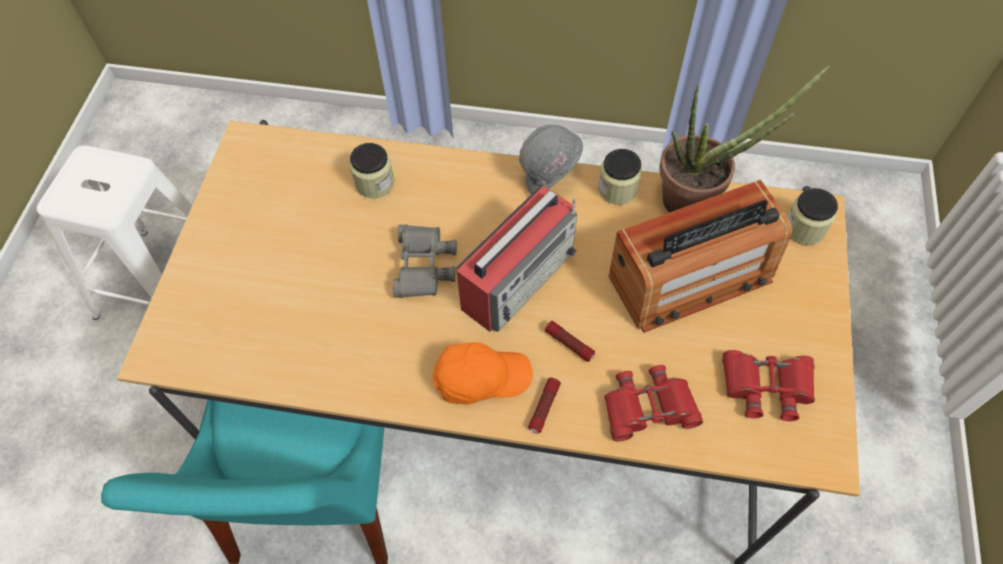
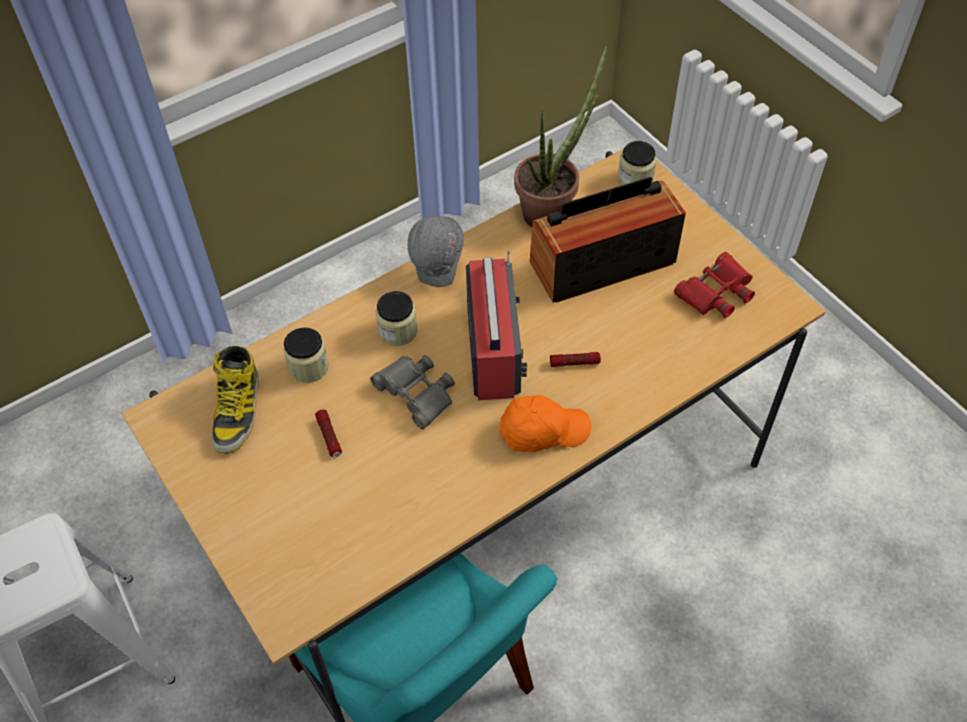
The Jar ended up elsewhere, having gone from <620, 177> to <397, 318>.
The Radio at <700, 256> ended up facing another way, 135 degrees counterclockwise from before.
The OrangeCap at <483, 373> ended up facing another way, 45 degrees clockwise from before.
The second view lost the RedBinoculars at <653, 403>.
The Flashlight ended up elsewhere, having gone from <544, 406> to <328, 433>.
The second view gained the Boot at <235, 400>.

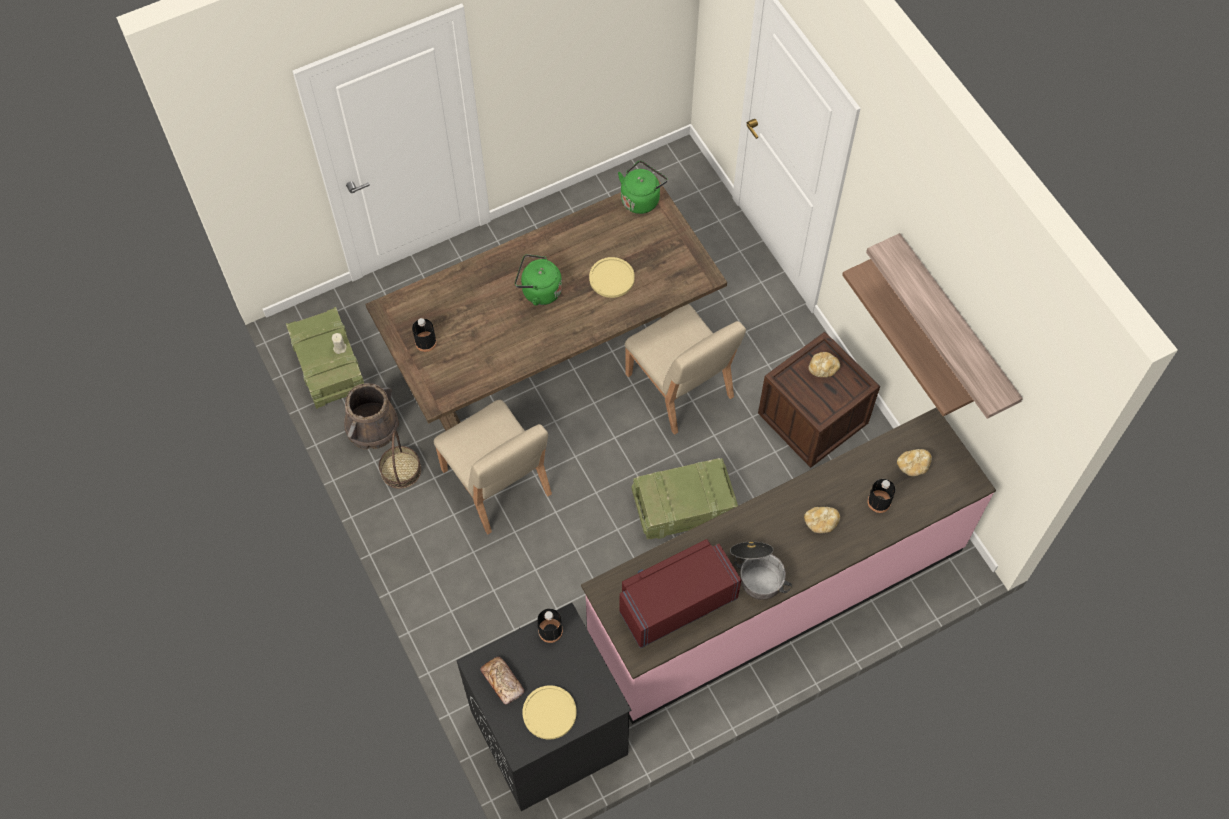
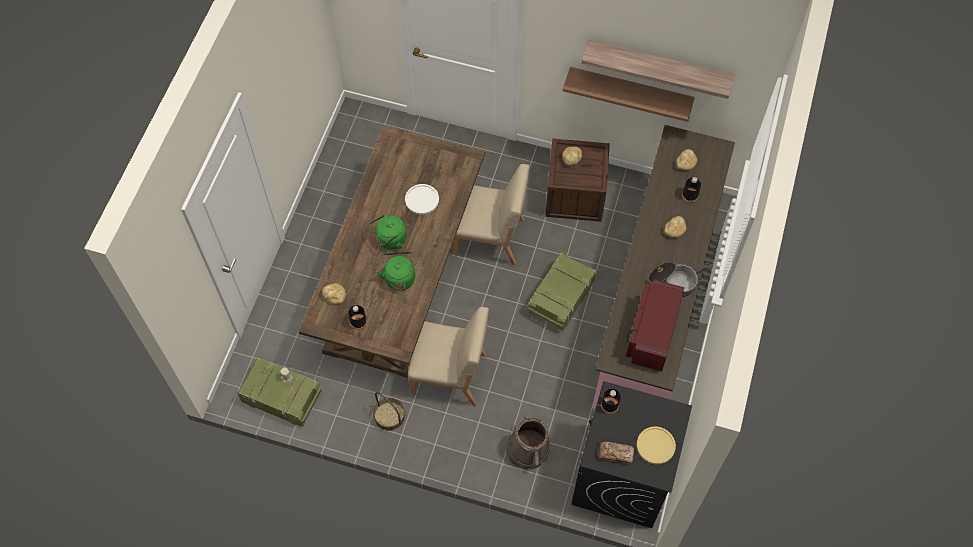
The GreenKettle ended up elsewhere, having gone from <643, 187> to <395, 271>.
What was the YellowPlate at <612, 277> turned into the WhitePlate at <422, 199>.
The BrownBucket ended up elsewhere, having gone from <371, 416> to <528, 442>.
The second view gained the Bread at <334, 293>.

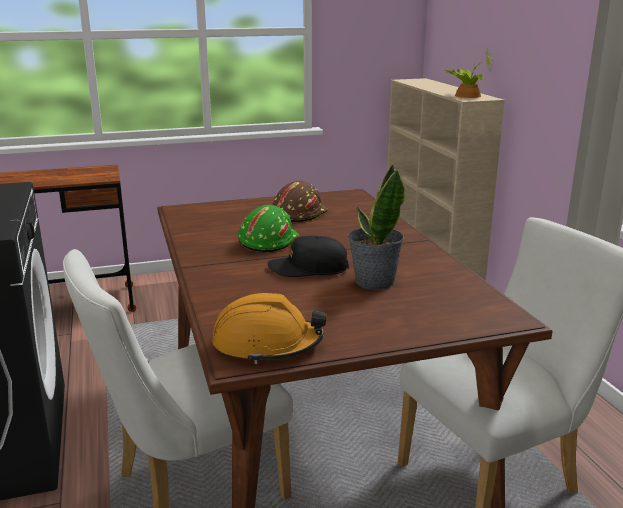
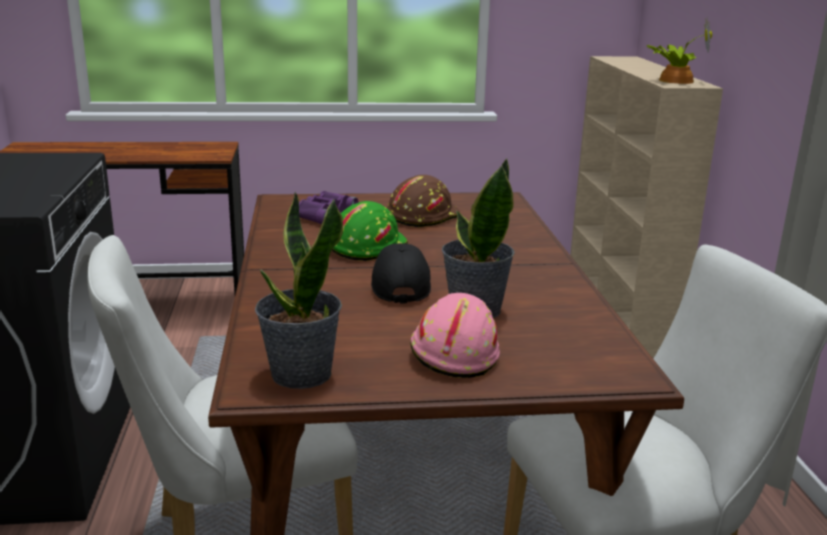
The BlackCap at <308, 256> ended up facing another way, 75 degrees clockwise from before.
Where the OrangeHardHat stood at <269, 328>, the PottedPlant came to stand at <299, 290>.
The second view gained the PurpleBinoculars at <329, 207>.
The second view gained the PinkHardHat at <455, 335>.

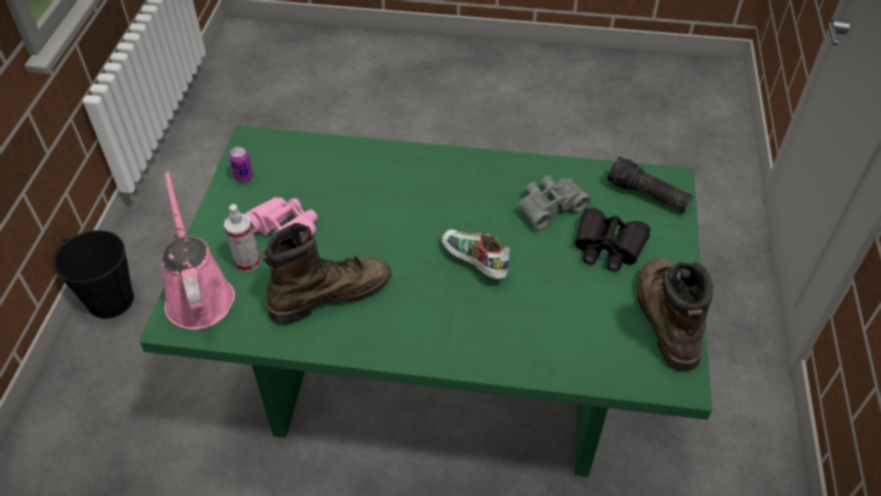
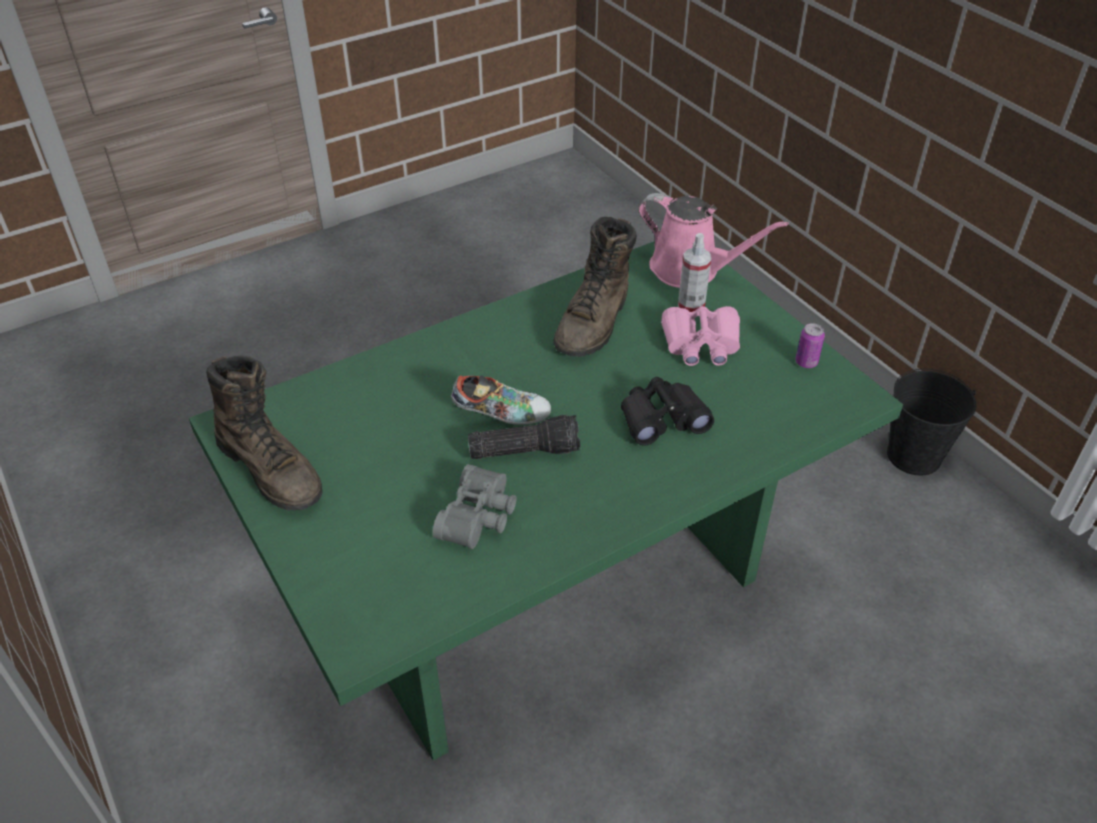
The Flashlight ended up elsewhere, having gone from <650, 184> to <524, 437>.
The BlackBinoculars ended up elsewhere, having gone from <612, 240> to <667, 411>.

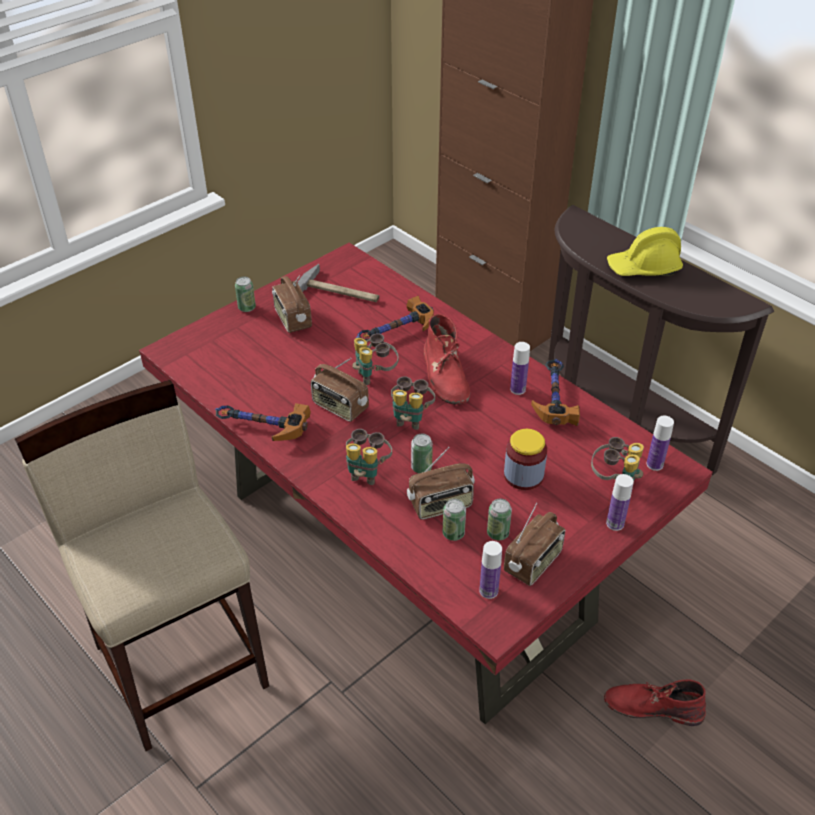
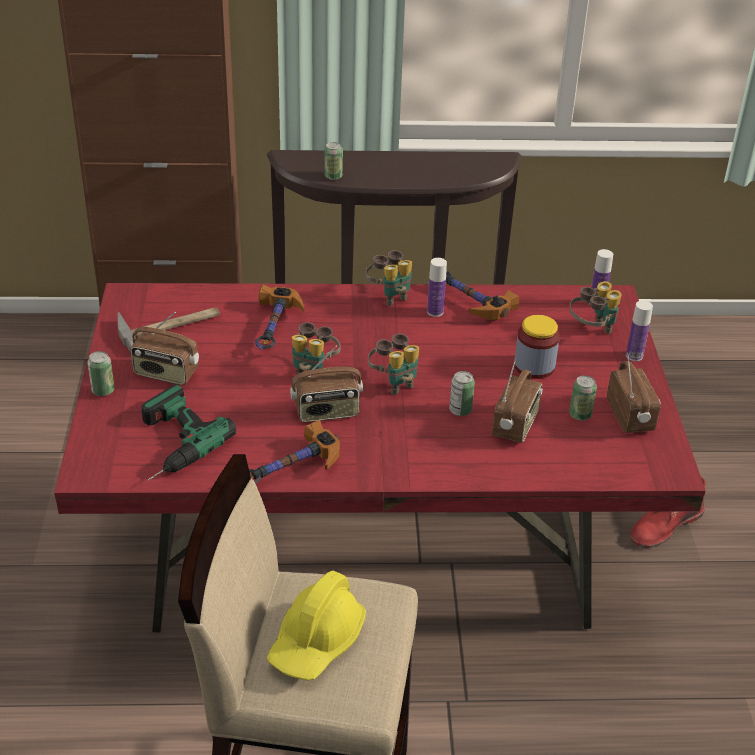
The YellowHardHat ended up elsewhere, having gone from <645, 251> to <316, 626>.
The second view lost the RedBoot at <447, 359>.
The Binoculars ended up elsewhere, having gone from <369, 457> to <389, 278>.
The Can ended up elsewhere, having gone from <454, 520> to <333, 161>.
The second view lost the Bottle at <490, 570>.
The second view gained the PowerDrill at <188, 432>.

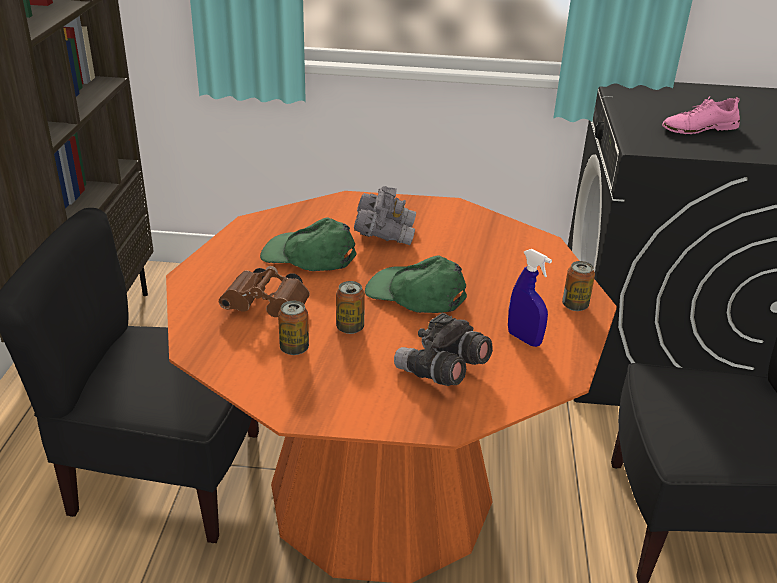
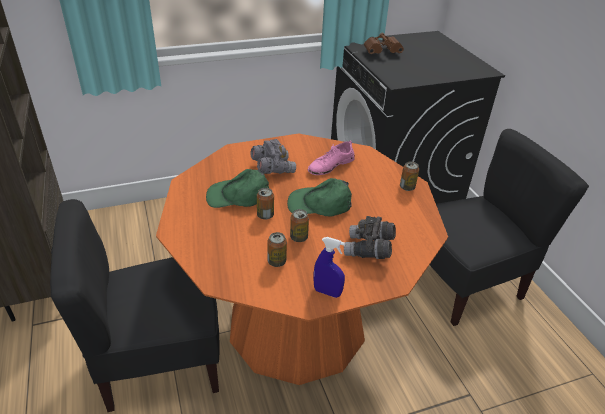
The PinkShoe ended up elsewhere, having gone from <701, 115> to <331, 157>.
The BlueSprayBottle ended up elsewhere, having gone from <530, 298> to <329, 267>.
The BrownBinoculars ended up elsewhere, having gone from <264, 291> to <384, 43>.
The second view gained the Can at <265, 204>.

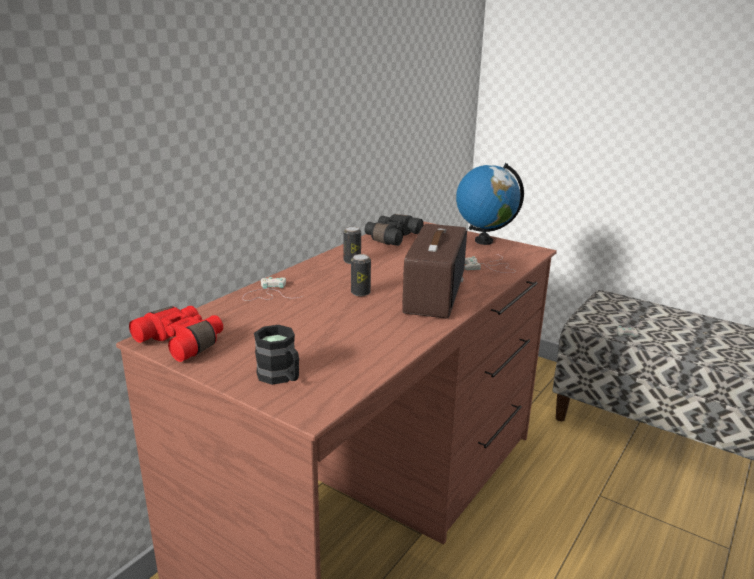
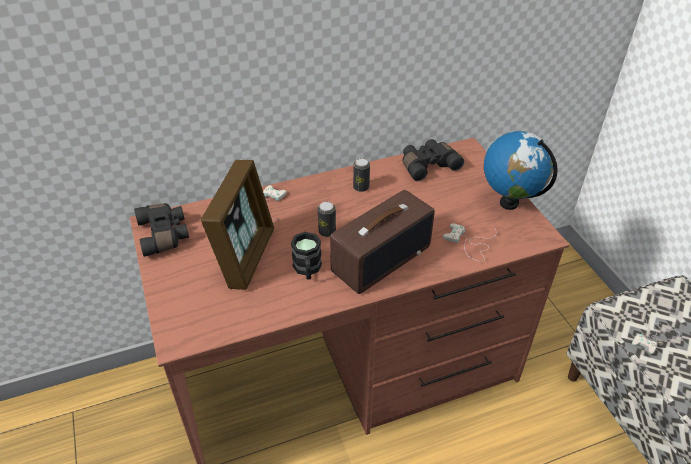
What was the RedBinoculars at <176, 334> turned into the BlackBinoculars at <161, 230>.
The BlackMug ended up elsewhere, having gone from <276, 355> to <306, 256>.
The second view gained the PictureFrame at <237, 225>.

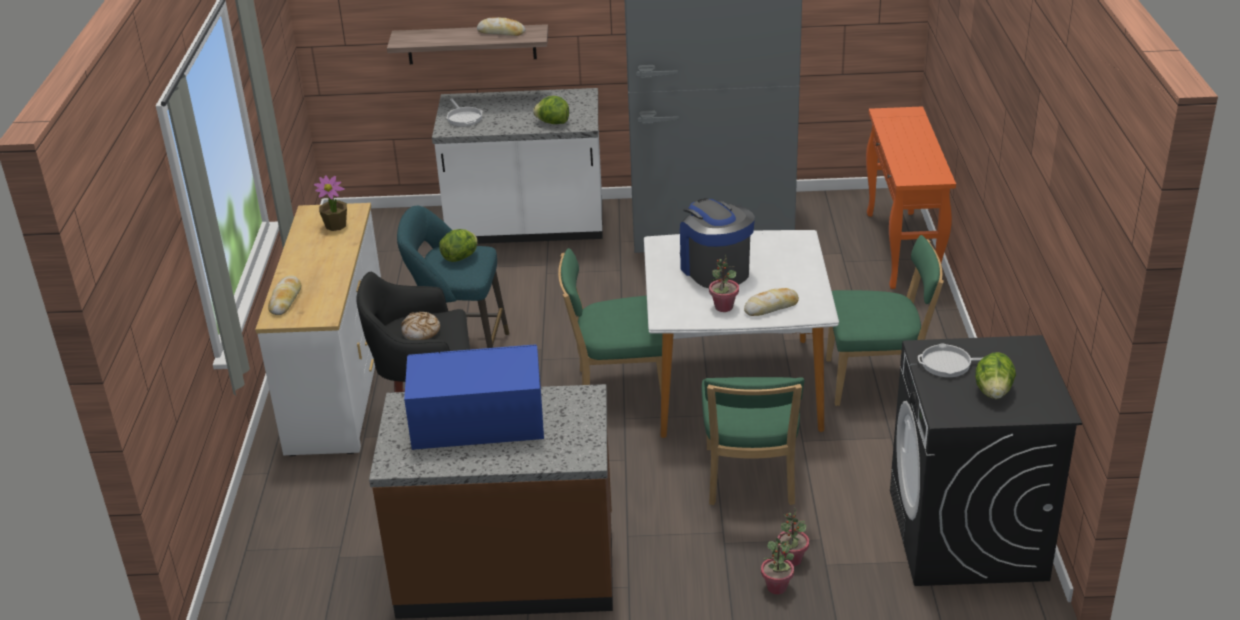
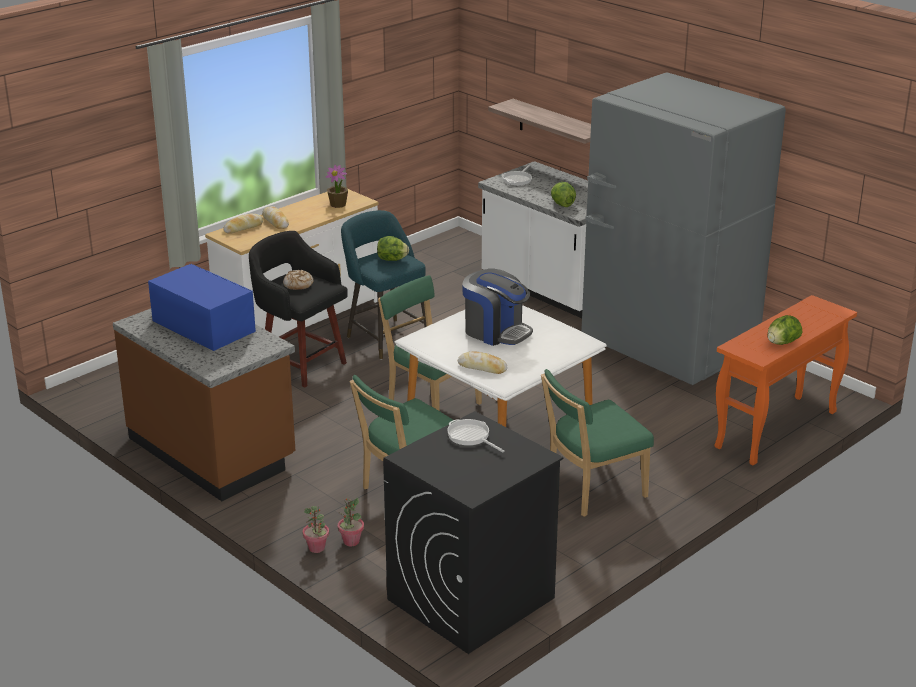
The Bread ended up elsewhere, having gone from <501, 26> to <275, 217>.
The CoffeeMachine at <717, 243> ended up facing another way, 105 degrees clockwise from before.
The GreenChair at <885, 320> ended up facing another way, 105 degrees clockwise from before.
The second view lost the PottedPlant at <724, 283>.
The Lettuce ended up elsewhere, having gone from <995, 375> to <784, 330>.

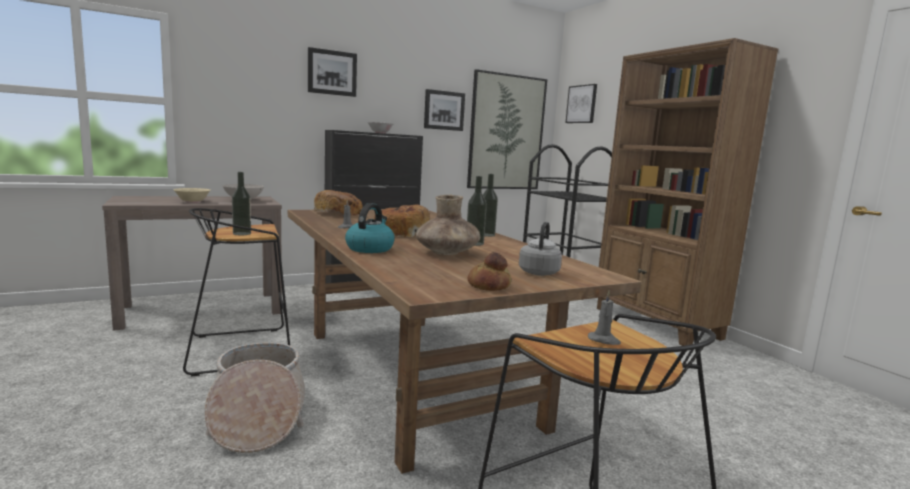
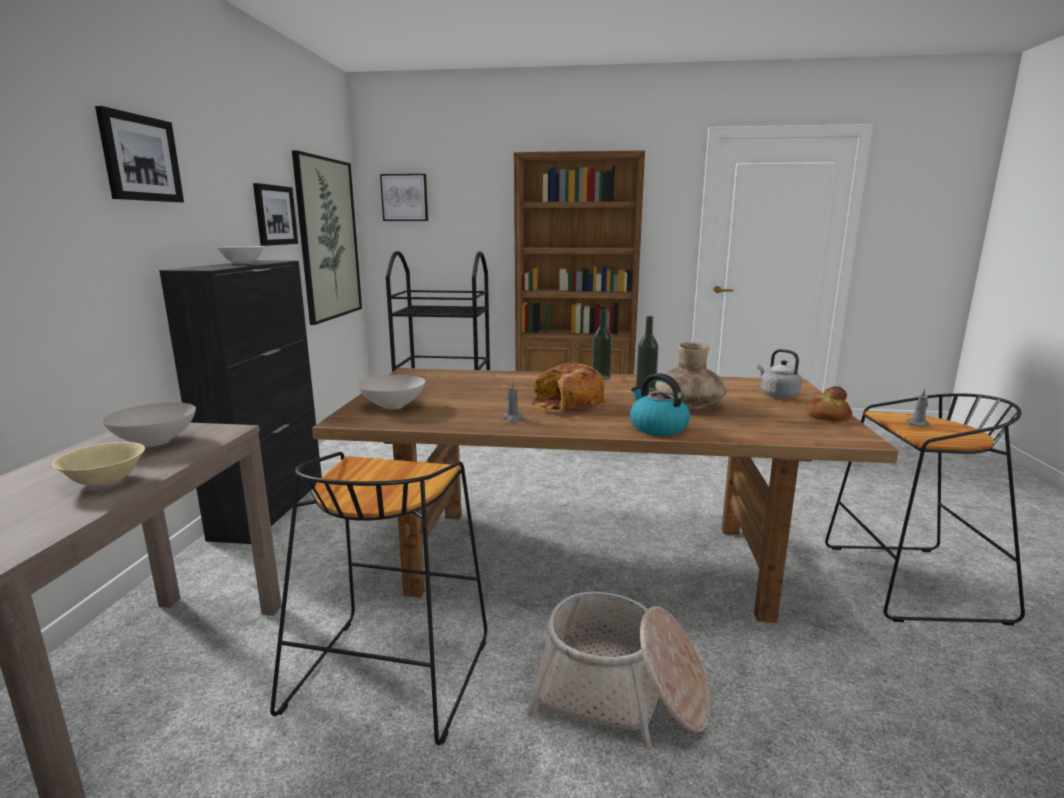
The second view lost the Bottle at <241, 203>.
Where the Bread stood at <338, 203>, the WhiteBowl came to stand at <391, 392>.

